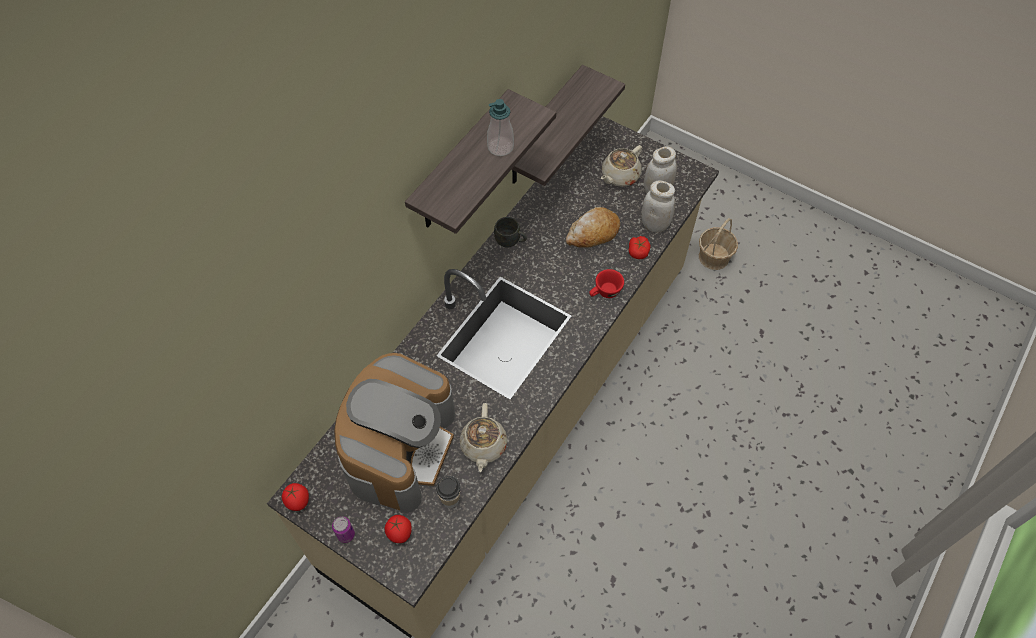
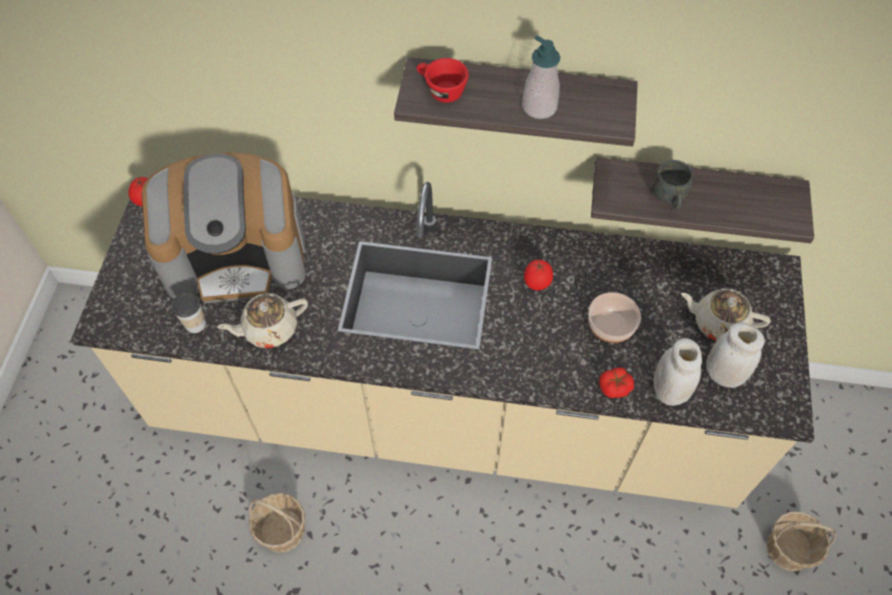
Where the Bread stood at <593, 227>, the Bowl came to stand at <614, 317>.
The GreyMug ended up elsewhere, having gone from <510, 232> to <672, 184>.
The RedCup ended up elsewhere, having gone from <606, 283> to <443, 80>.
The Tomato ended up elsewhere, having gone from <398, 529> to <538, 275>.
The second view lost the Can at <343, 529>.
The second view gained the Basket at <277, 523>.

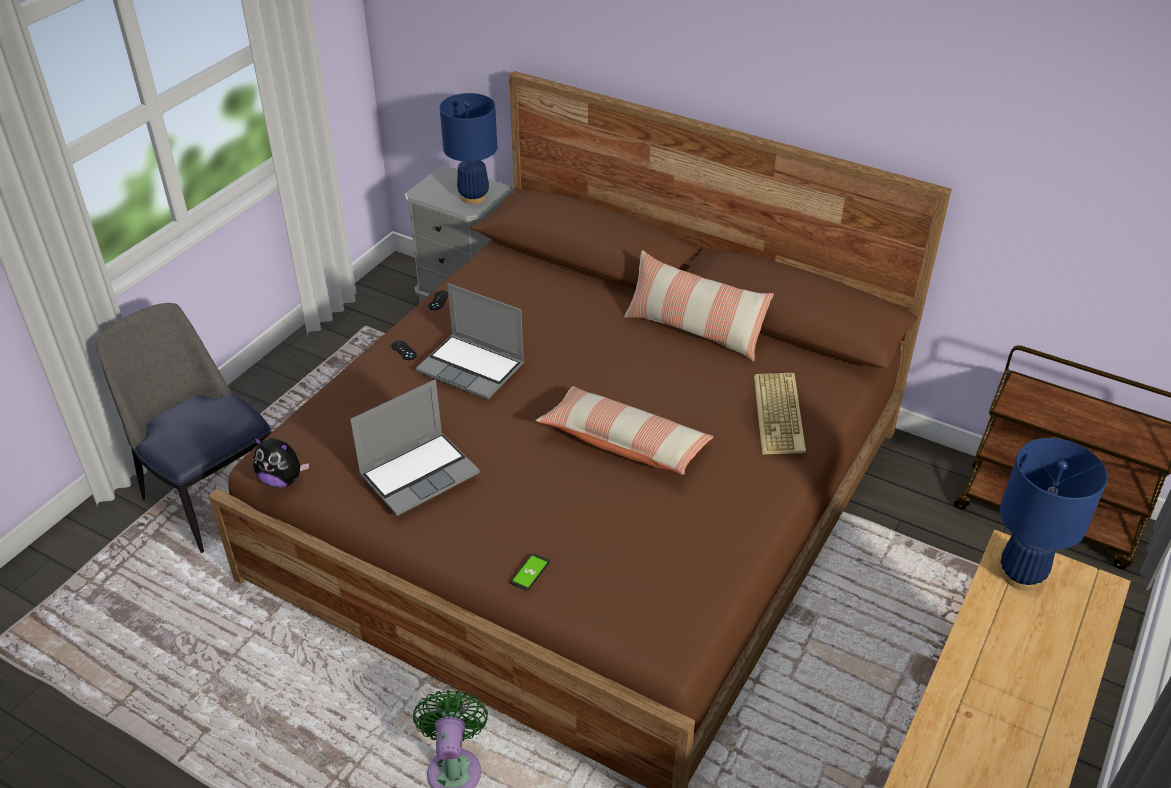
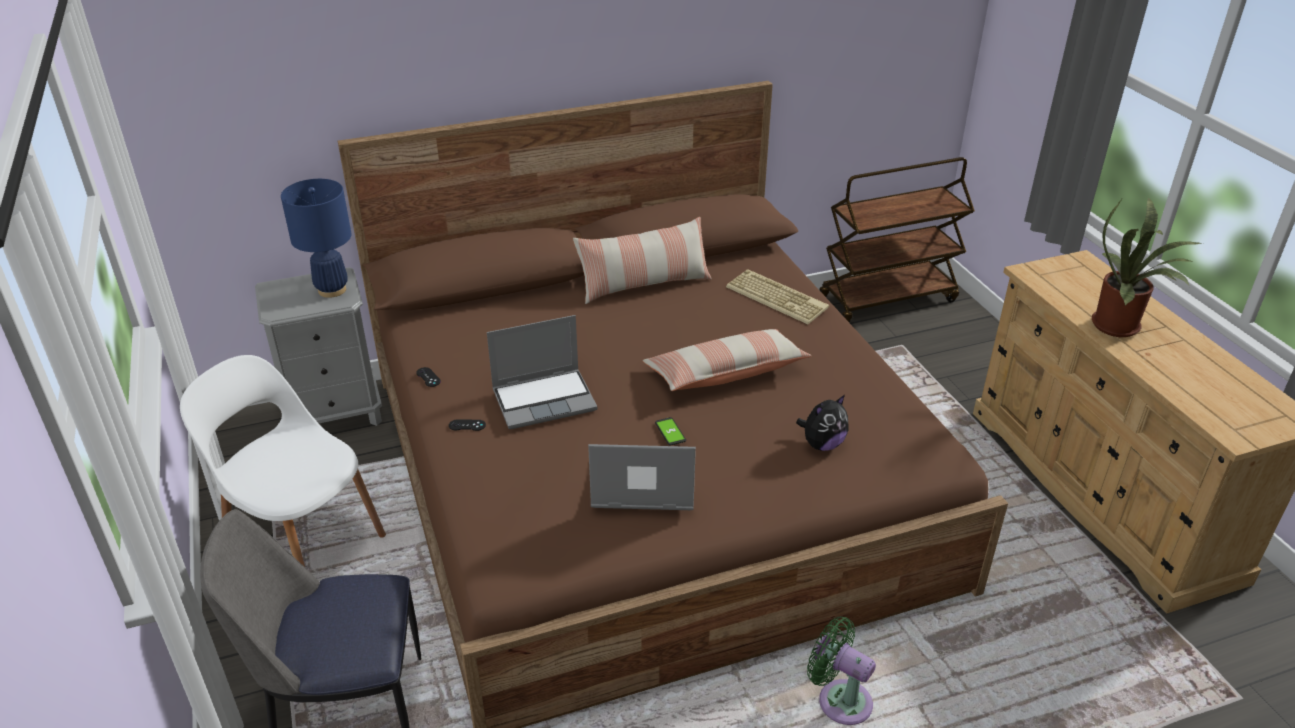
The Laptop at <415, 447> ended up facing another way, 90 degrees counterclockwise from before.
The PlushToy ended up elsewhere, having gone from <281, 462> to <822, 423>.
The second view lost the BlueTableLamp at <1054, 514>.
The Phone ended up elsewhere, having gone from <530, 572> to <670, 431>.
The second view gained the PottedPlant at <1147, 267>.
The second view gained the WhiteChair at <283, 461>.

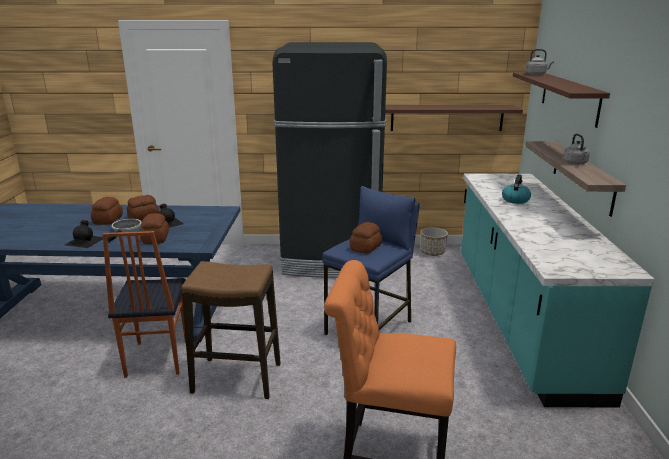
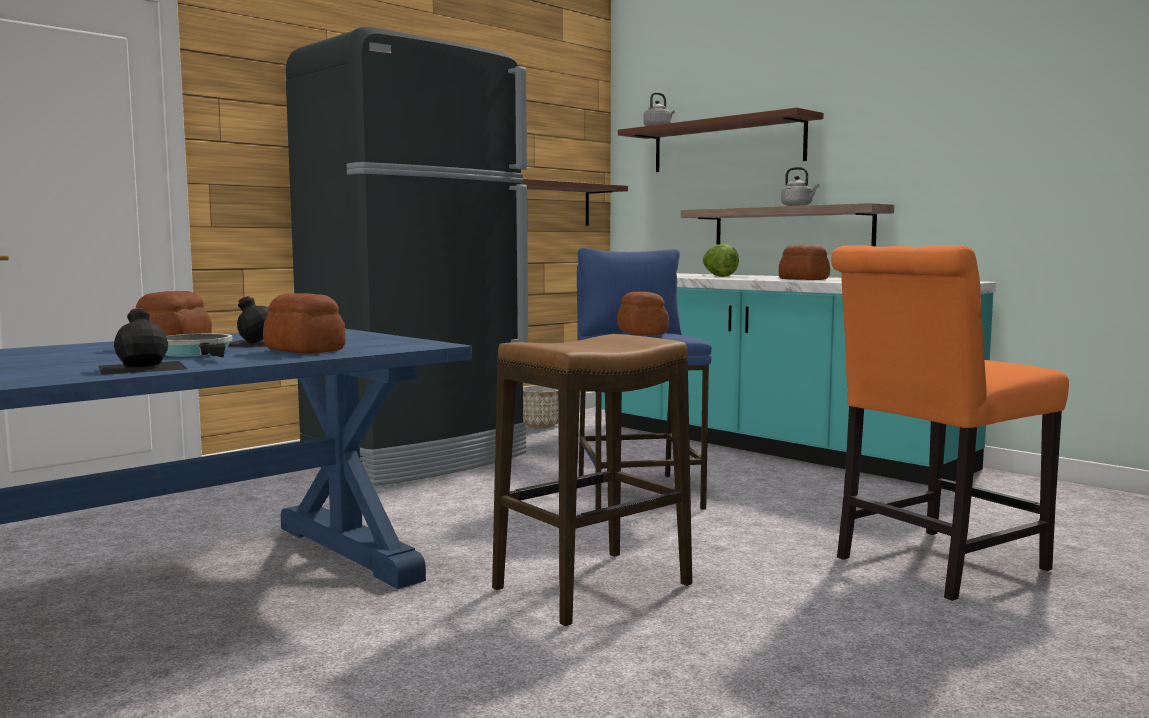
Where the Kettle stood at <516, 189>, the Lettuce came to stand at <721, 260>.
The Bread ended up elsewhere, having gone from <107, 211> to <804, 262>.
The second view lost the Chair at <144, 304>.

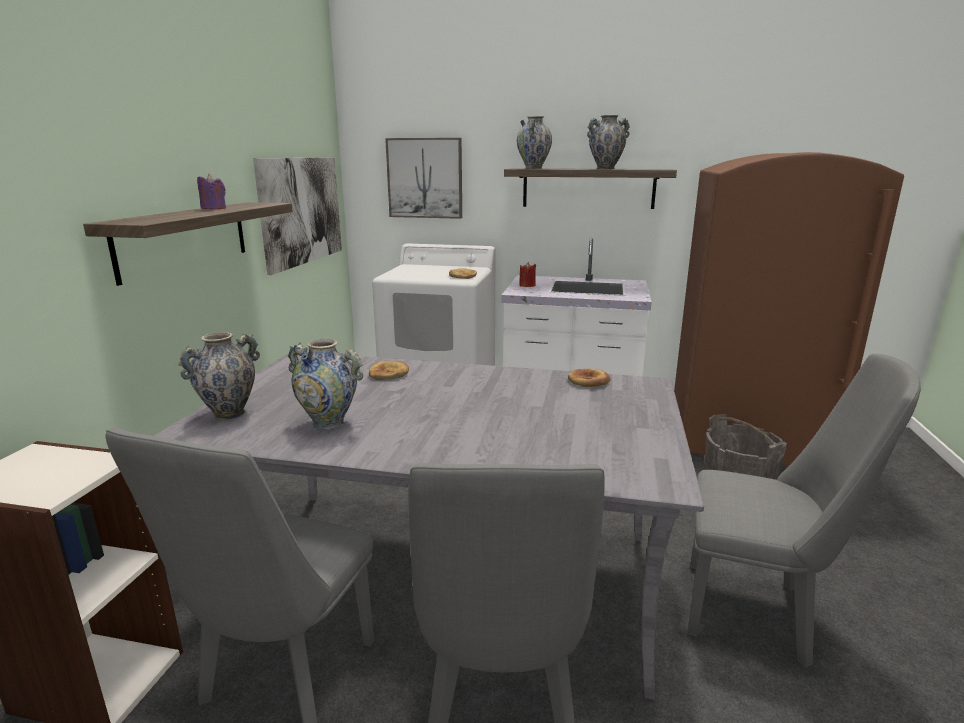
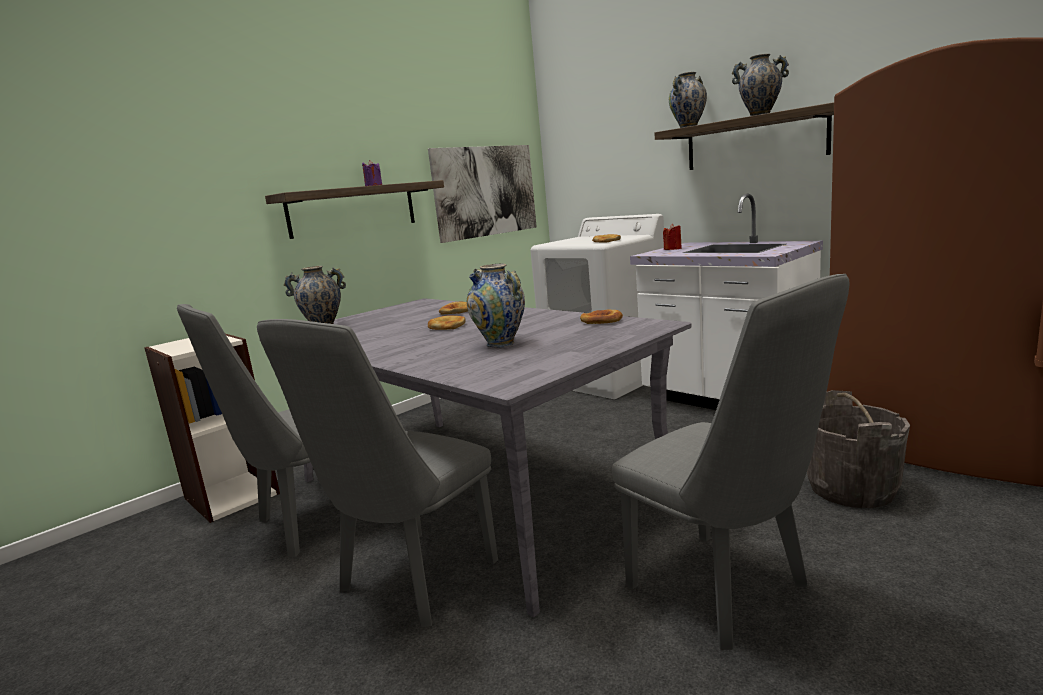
The second view lost the Picture at <423, 178>.
The Vase ended up elsewhere, having gone from <325, 384> to <496, 306>.
The second view gained the Bread at <447, 323>.

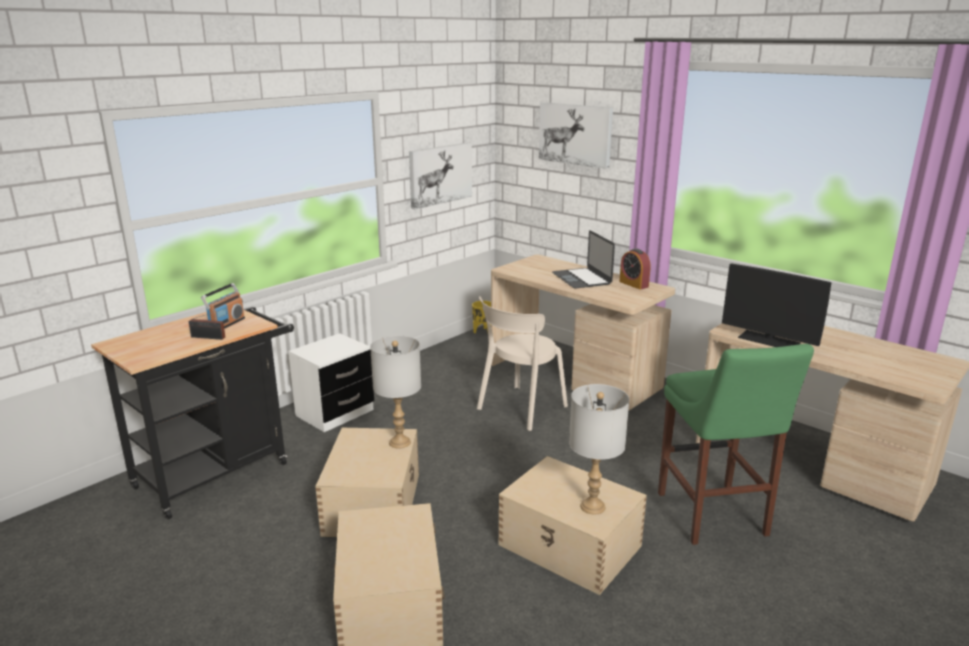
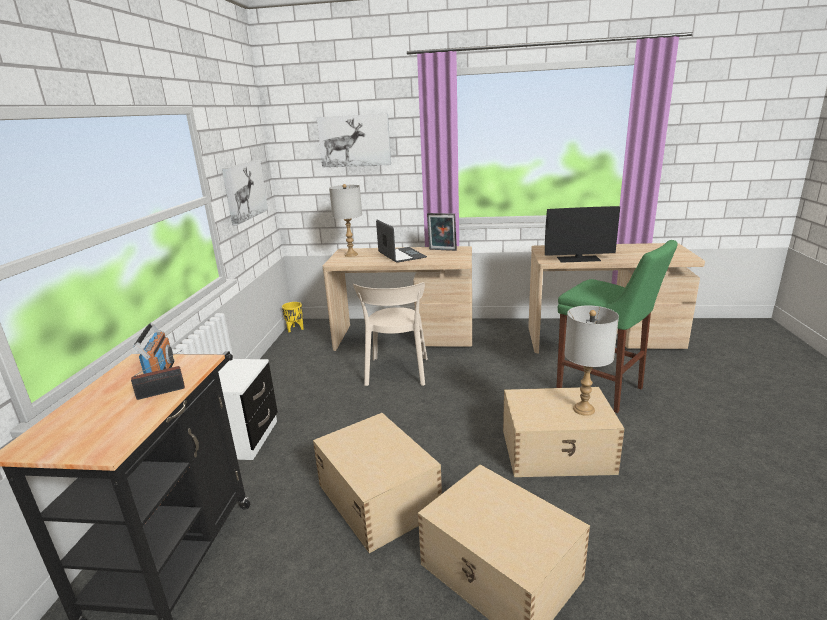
The Laptop at <583, 259> ended up facing another way, 150 degrees counterclockwise from before.
Where the AlarmClock stood at <635, 269>, the PictureFrame came to stand at <442, 232>.
The GreyTableLamp ended up elsewhere, having gone from <395, 391> to <345, 220>.

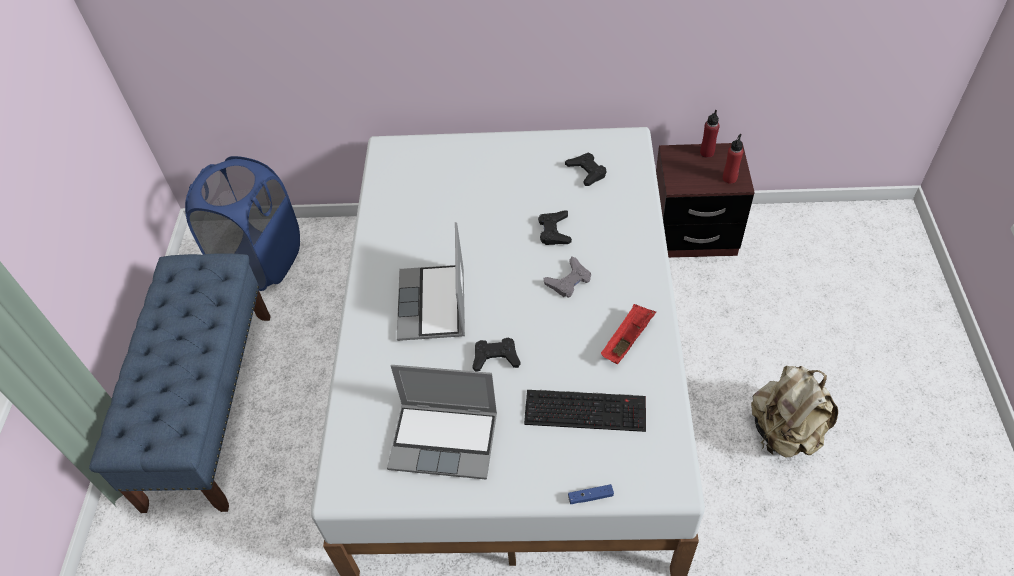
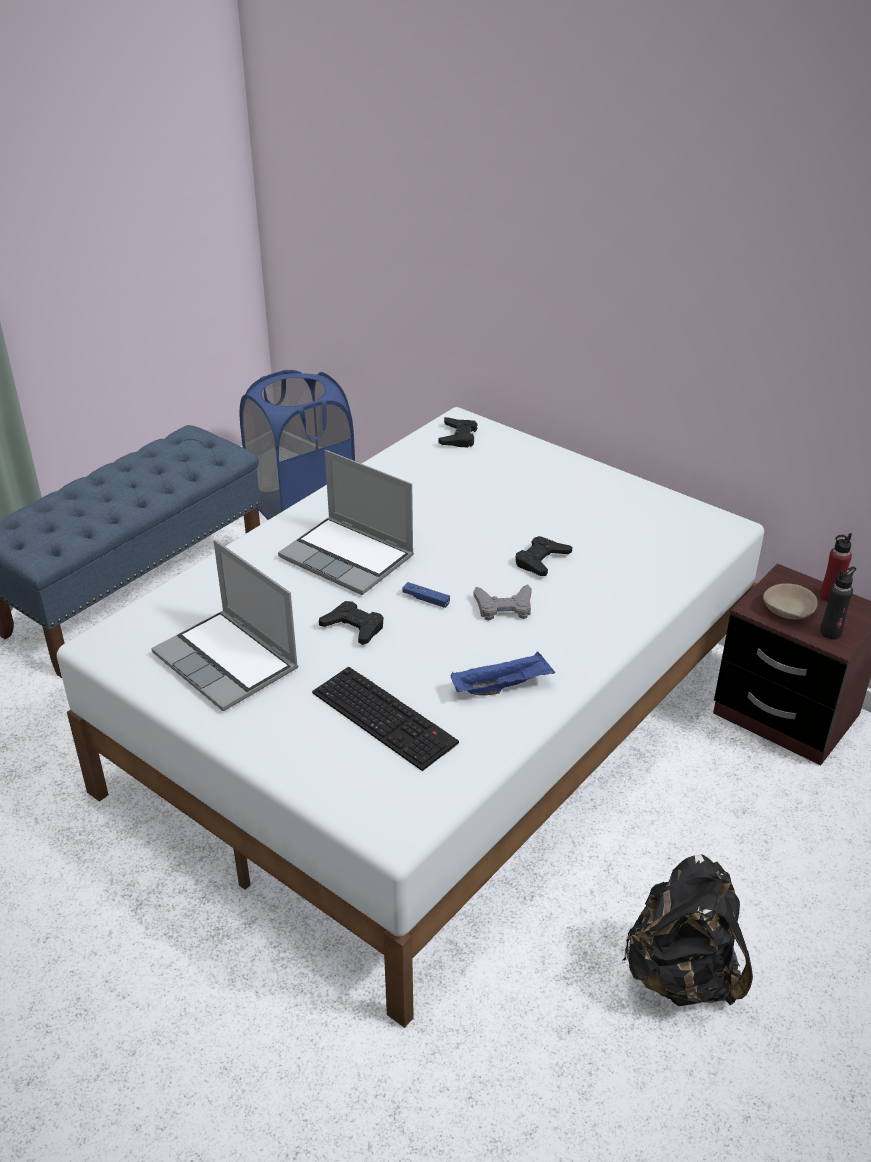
What was the RedBottle at <733, 159> turned into the BlackBottle at <838, 603>.
The BlackGameController ended up elsewhere, having gone from <585, 169> to <458, 432>.
The Laptop at <431, 281> ended up facing another way, 90 degrees counterclockwise from before.
What was the RedTray at <628, 334> turned into the BlueTray at <503, 674>.
What was the BeigeBackpack at <794, 411> turned into the BlackBackpack at <687, 930>.
The BlueGameController ended up elsewhere, having gone from <591, 494> to <426, 595>.
The second view gained the BeigeBowl at <790, 601>.

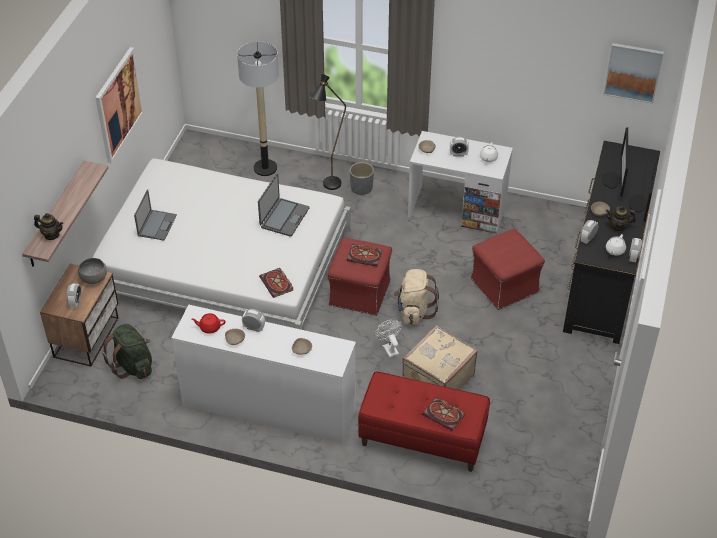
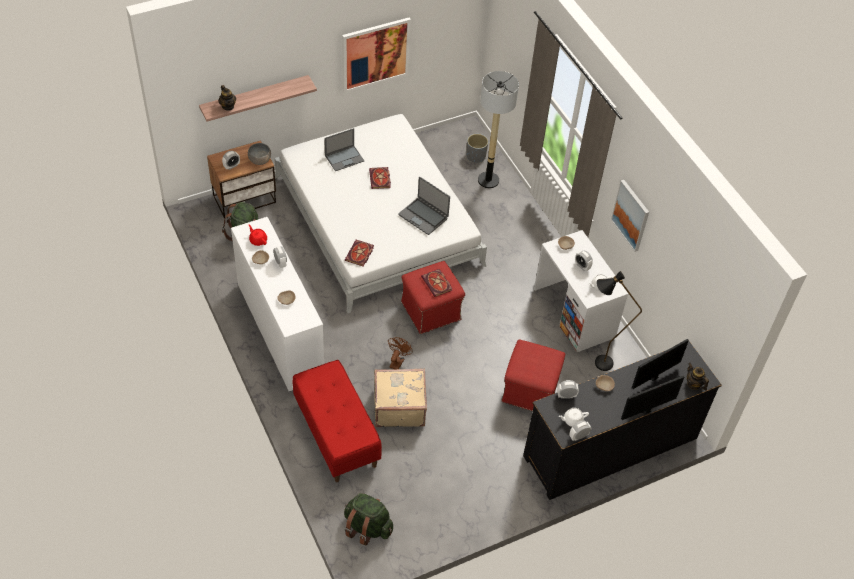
The Picture ended up elsewhere, having gone from <633, 73> to <630, 216>.
The BlackFloorLamp ended up elsewhere, having gone from <327, 132> to <618, 321>.
The GreyPlanter ended up elsewhere, having gone from <362, 179> to <477, 148>.
The Laptop at <283, 205> ended up facing another way, 60 degrees clockwise from before.
The Teapot ended up elsewhere, having gone from <621, 219> to <698, 376>.
The second view lost the BeigeBackpack at <416, 296>.
What was the WhiteFan at <388, 339> turned into the BrownFan at <400, 353>.
The Book ended up elsewhere, having gone from <443, 414> to <380, 178>.
The second view gained the GreenBackpack at <368, 519>.

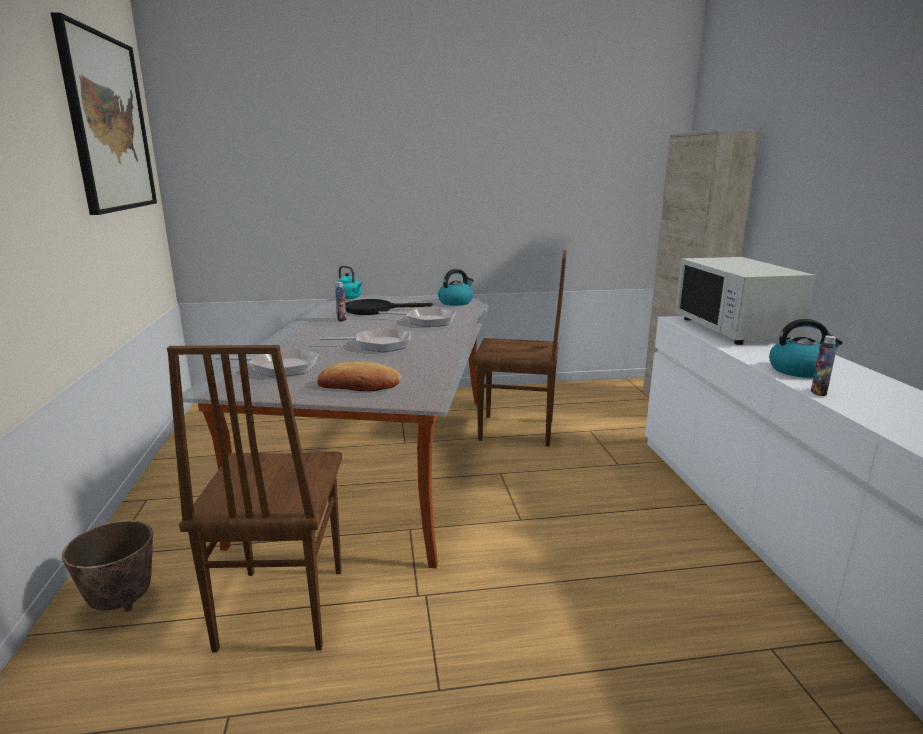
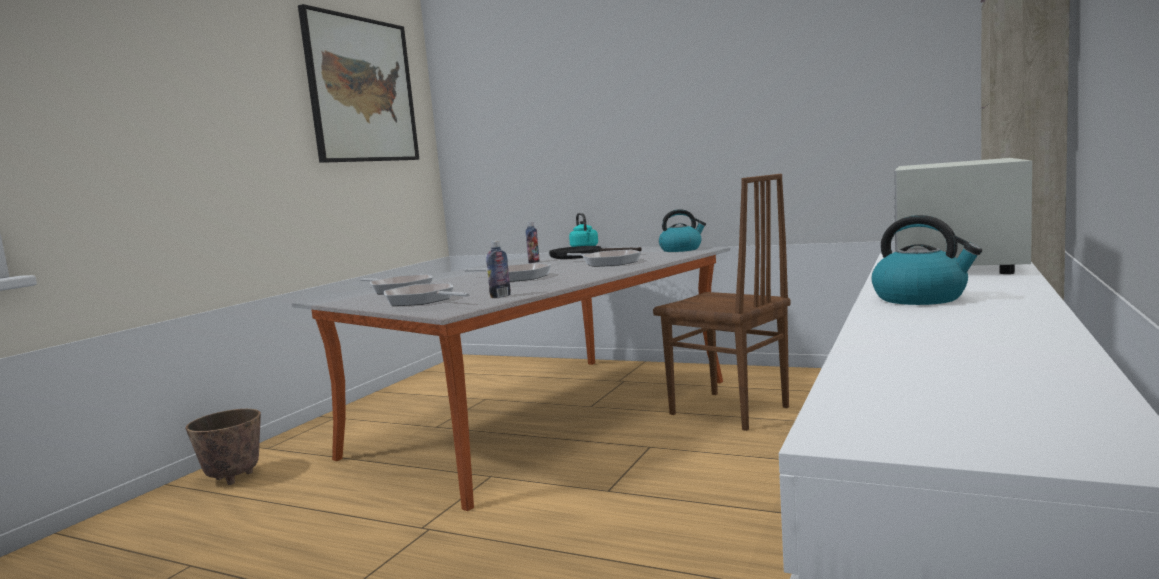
The Bottle ended up elsewhere, having gone from <824, 365> to <498, 269>.
The second view lost the BrownChair at <254, 498>.
Where the Bread stood at <359, 376>, the FryingPan came to stand at <427, 294>.

